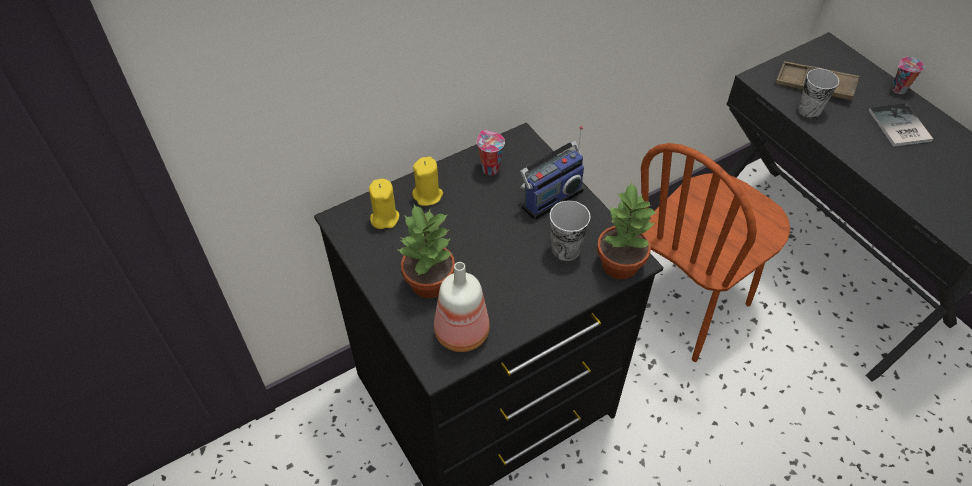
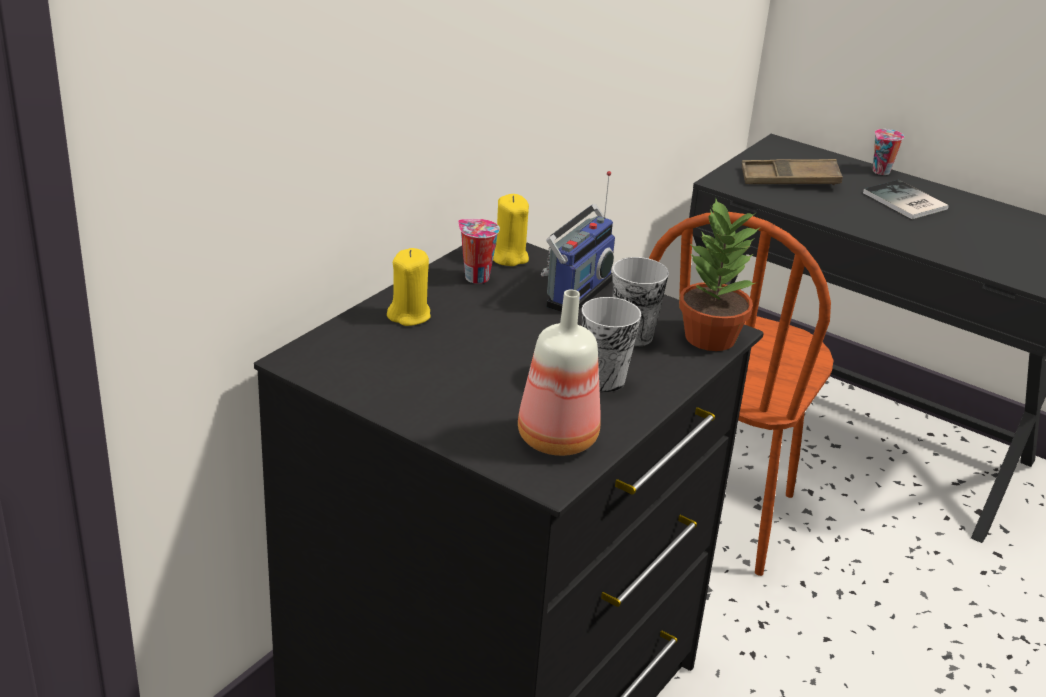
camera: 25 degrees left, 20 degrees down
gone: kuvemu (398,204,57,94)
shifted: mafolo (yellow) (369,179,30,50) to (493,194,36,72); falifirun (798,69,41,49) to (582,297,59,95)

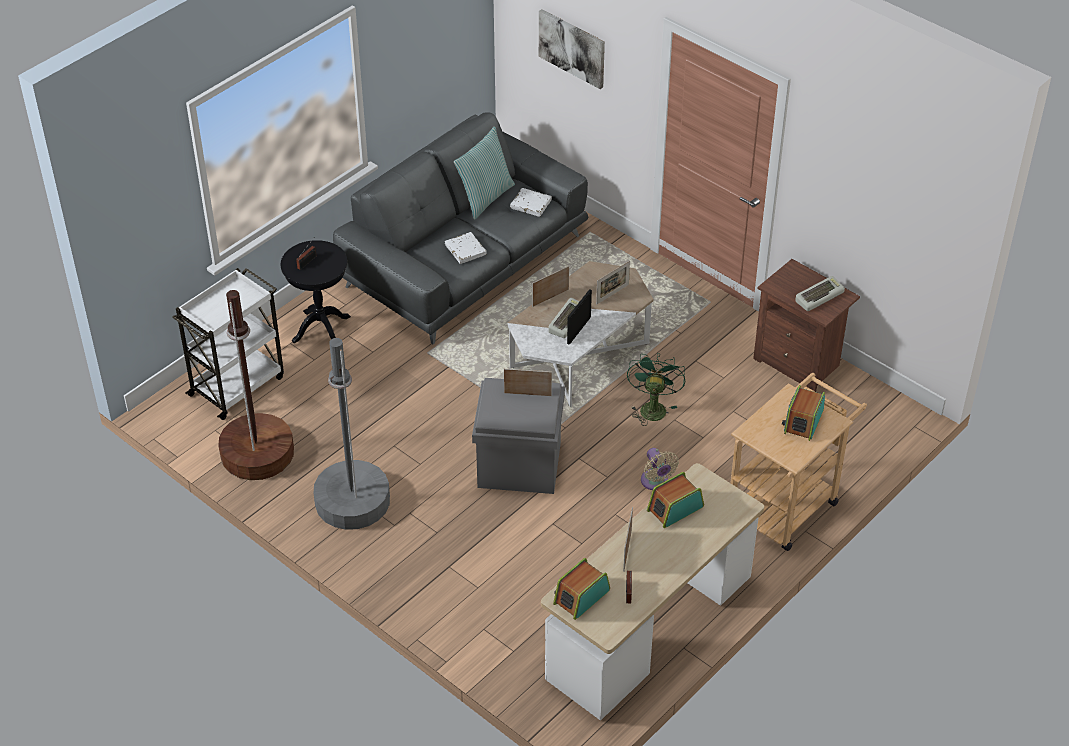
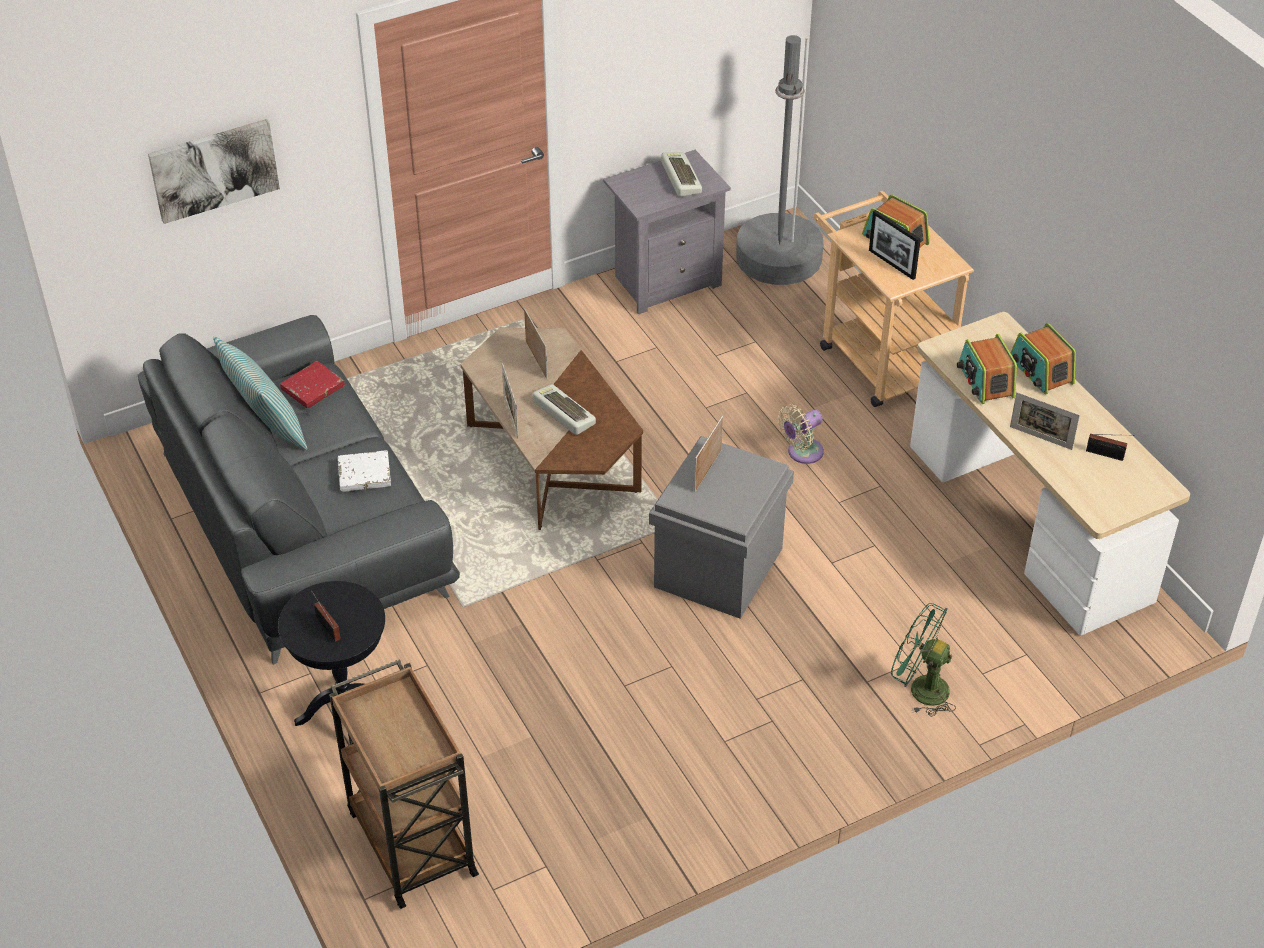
camera: 70 degrees left, 0 degrees up
gone: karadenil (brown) (218,290,76,190)
shifted: karadenil (grey) (314,338,76,192) to (736,35,88,250); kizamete (553,558,57,62) to (1011,323,65,72); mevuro (567,289,25,56) to (869,210,52,70); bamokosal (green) (627,353,58,73) to (891,603,65,114)
repainted: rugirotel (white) (172,268,112,152) to rugirotel (brown) (329,659,150,250); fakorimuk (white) (507,261,146,146) to fakorimuk (brown) (461,328,182,202); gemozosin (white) (510,188,42,29) to gemozosin (red) (280,361,65,47); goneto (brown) (753,259,107,133) to goneto (grey) (603,150,128,164)
rotated: bamokosal (beige) (641,448,38,42) = (778,404,46,60) 150 degrees clockwise

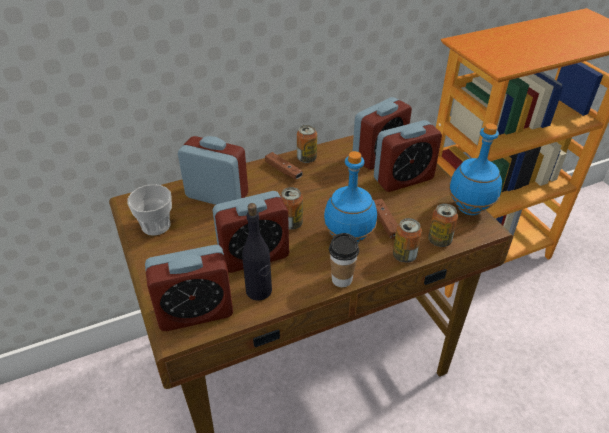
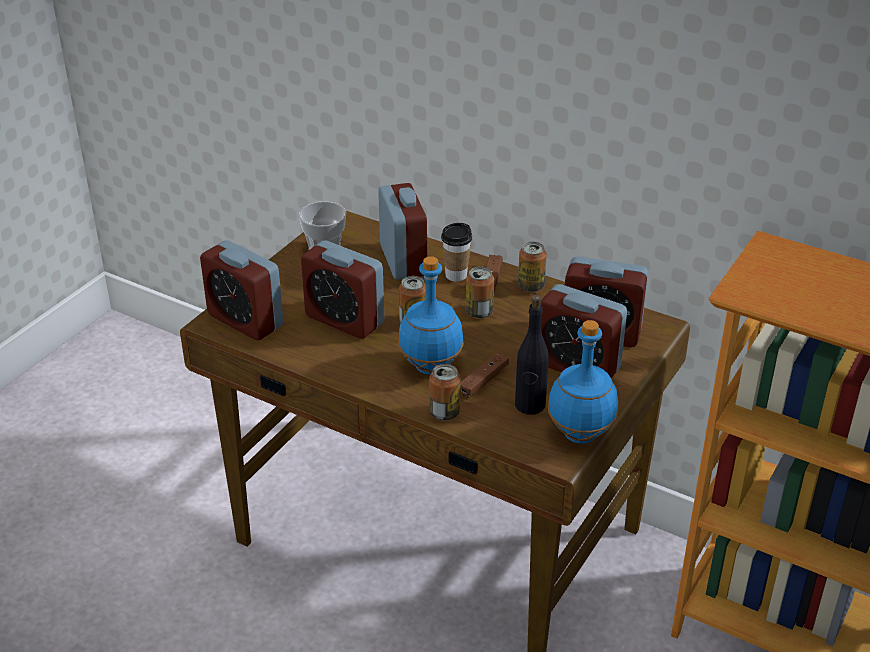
camera: 55 degrees right, 5 degrees down
shifted: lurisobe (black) (242,203,30,98) to (515,295,34,120); falifirun (329,233,30,54) to (441,223,31,59); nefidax (428,204,30,43) to (465,266,29,53)

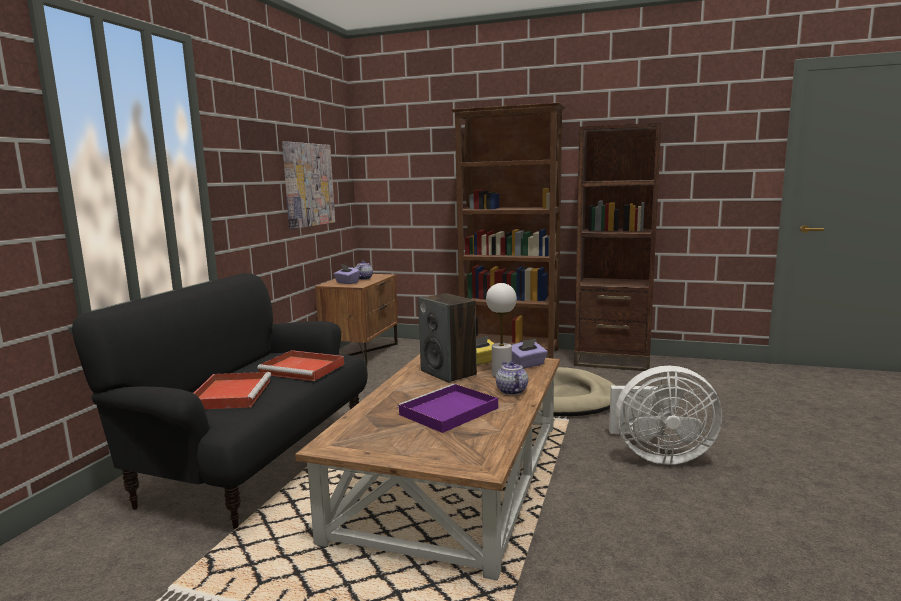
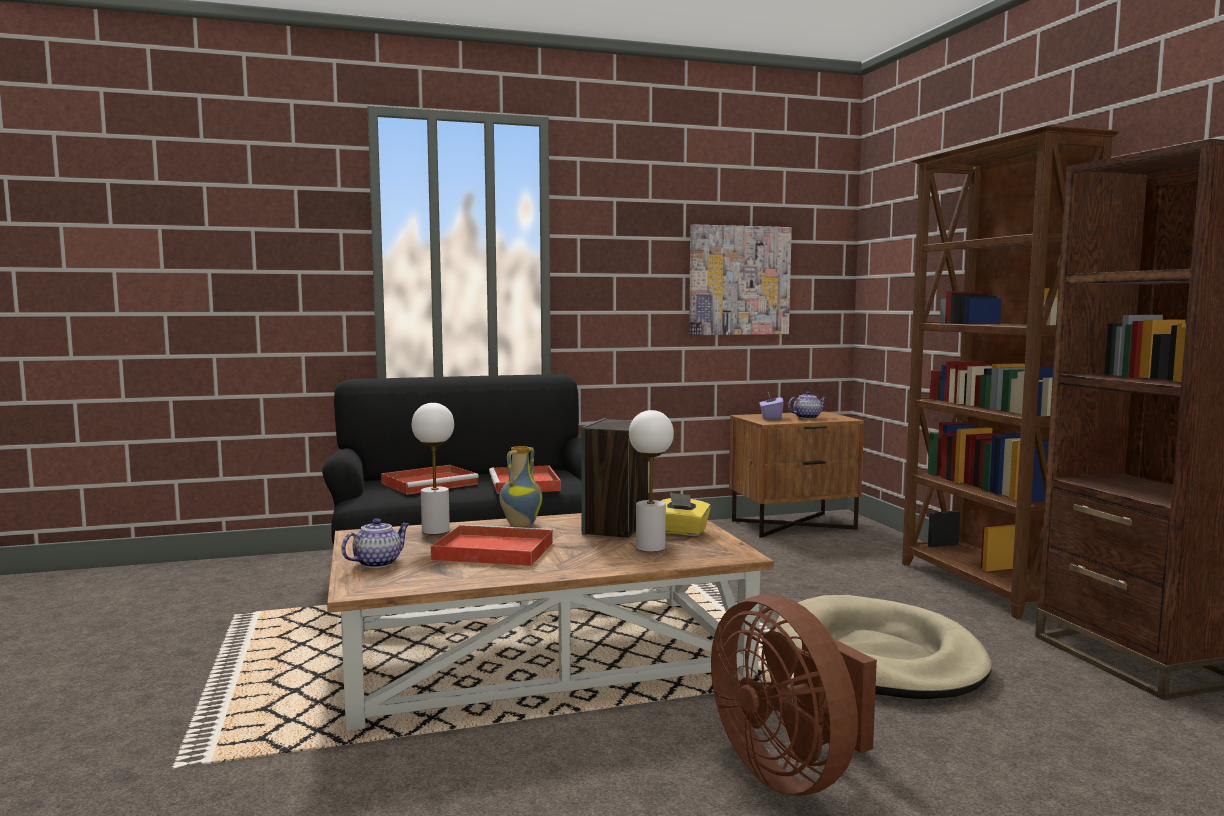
camera: 55 degrees right, 5 degrees down
gone: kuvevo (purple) (512,339,36,30)
new: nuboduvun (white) (412,403,42,131); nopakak (499,446,44,81)
shifted: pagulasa (496,361,32,34) to (341,518,68,50)
repainted: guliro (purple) (397,384,101,49) to guliro (red) (431,525,122,41); bamokosal (white) (609,366,113,99) to bamokosal (brown) (711,595,166,200)

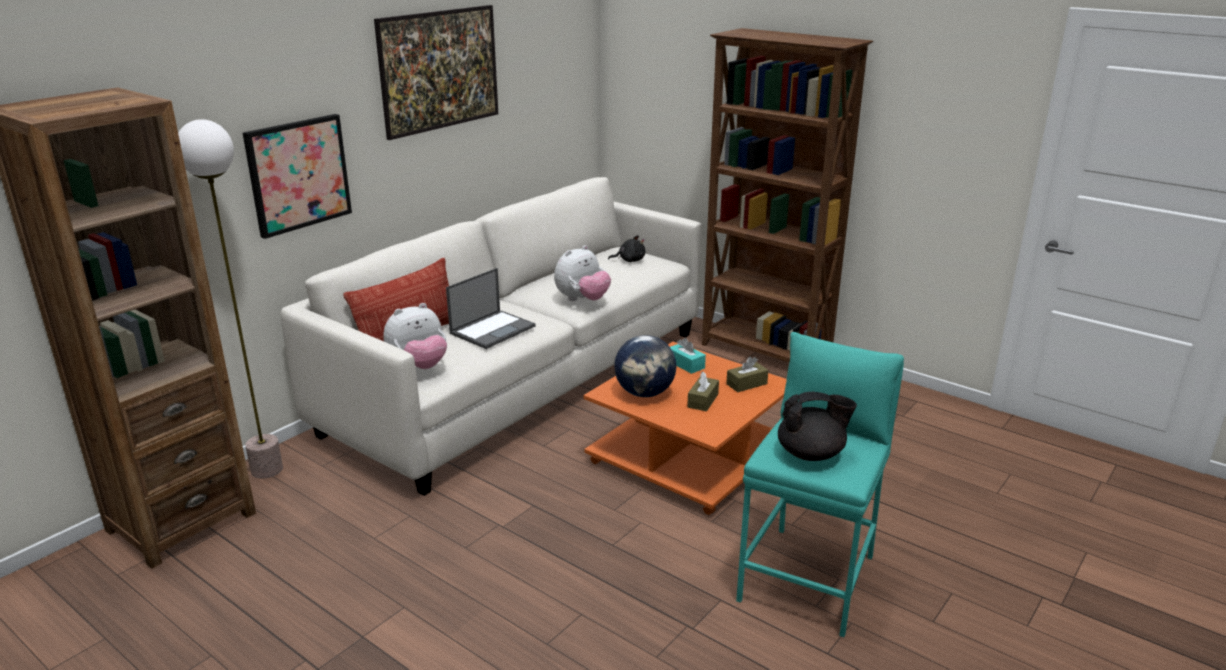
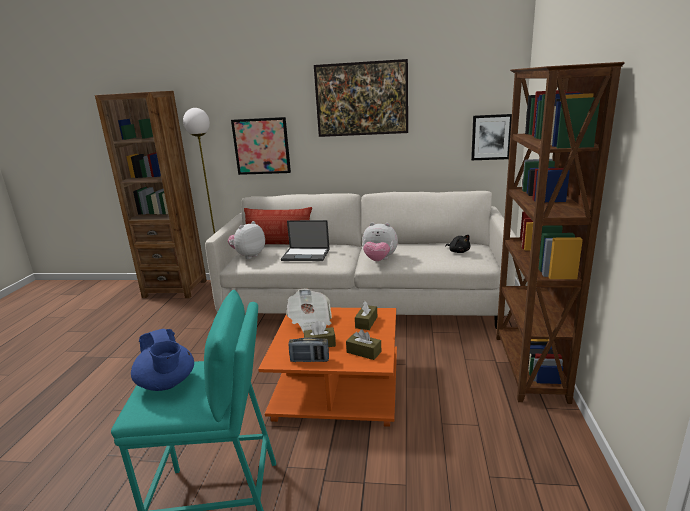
camera: 60 degrees right, 5 degrees down
new: kizamete (289,337,40,25); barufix (471,114,41,46)
swapped: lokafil (614,335,63,62) to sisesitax (286,288,46,45)
repainted: kuvevo (turquoise) (670,338,36,36) to kuvevo (brown) (355,301,22,29); pagulasa (black) (778,392,79,69) to pagulasa (blue) (131,329,63,62)
rotated: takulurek (383,303,64,66) = (228,221,37,38) 105 degrees clockwise

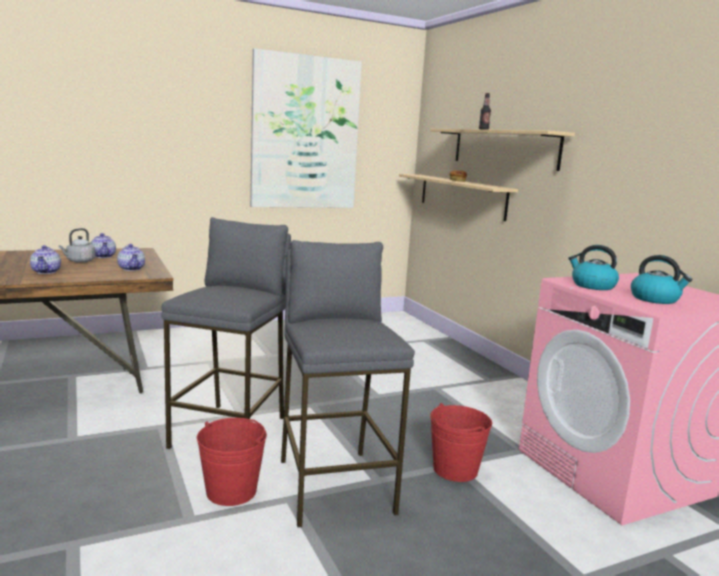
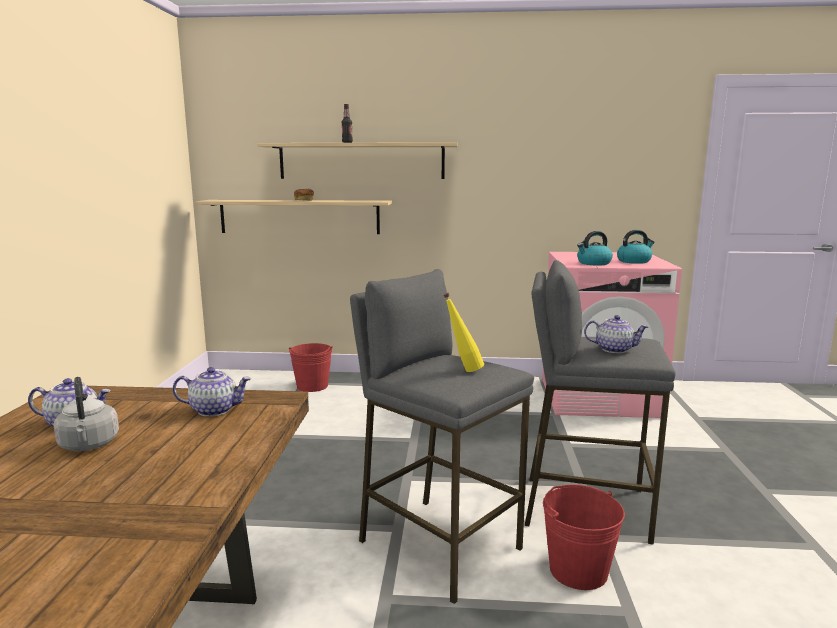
camera: 60 degrees left, 0 degrees up
gone: barufix (250,48,112,160)
new: lurisobe (yellow) (444,293,40,79)
shifted: pagulasa (30,245,31,29) to (584,315,65,38); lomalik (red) (430,403,62,79) to (289,343,44,49)

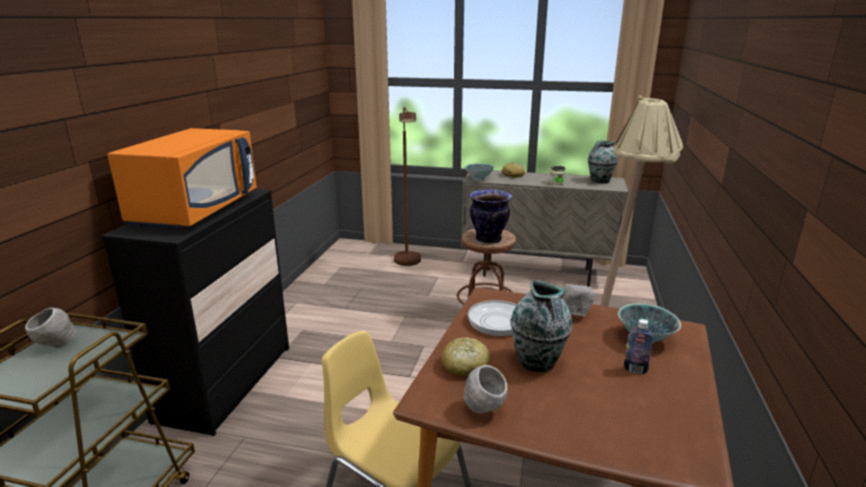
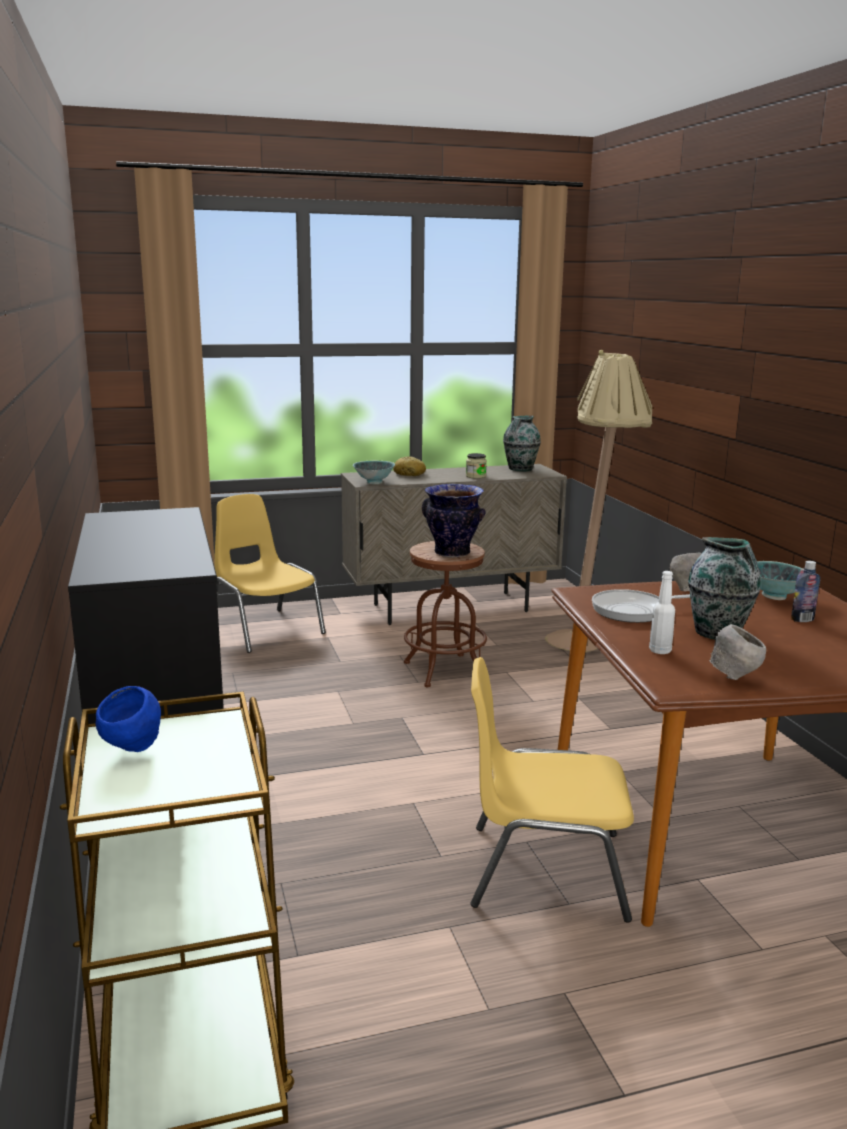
camera: 30 degrees left, 5 degrees down
gone: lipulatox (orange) (108,128,149,101)
swapped: karadenil (brown) (394,107,27,159) to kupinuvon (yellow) (214,494,112,159); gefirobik (441,337,49,40) to lurisobe (white) (649,571,26,83)
repainted: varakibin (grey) (25,308,51,40) to varakibin (blue) (96,686,65,67)

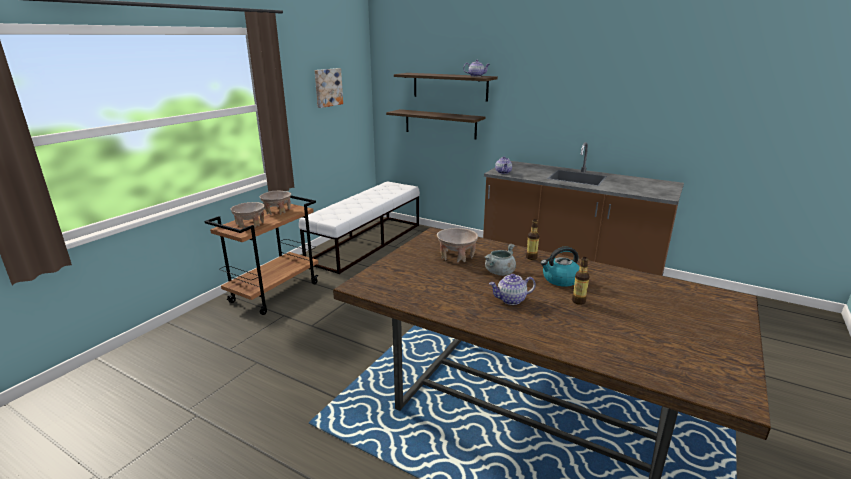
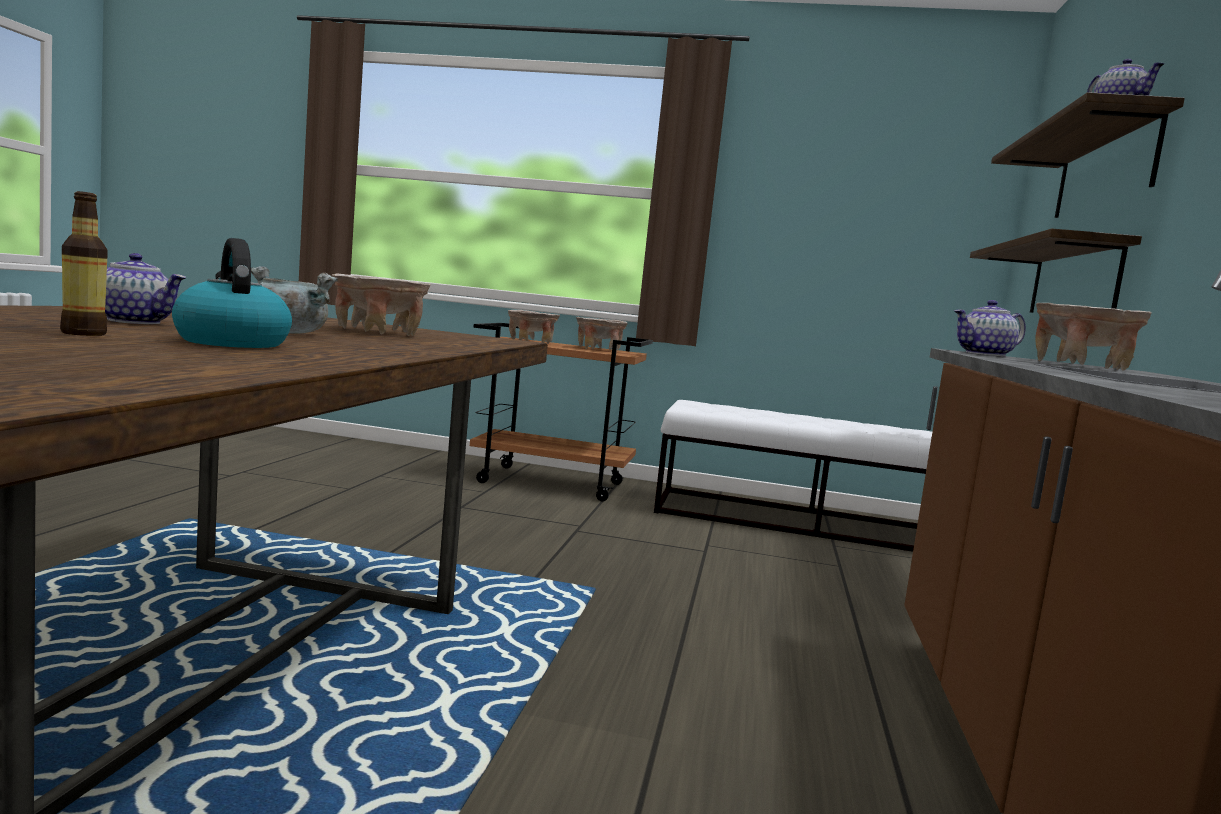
camera: 70 degrees right, 15 degrees down
gone: barufix (315,68,28,40); lurisobe (526,219,13,41)
new: varakibin (beige) (1035,303,116,68)
rotated: pagulasa (489,274,47,31) = (105,253,81,71) 135 degrees clockwise

